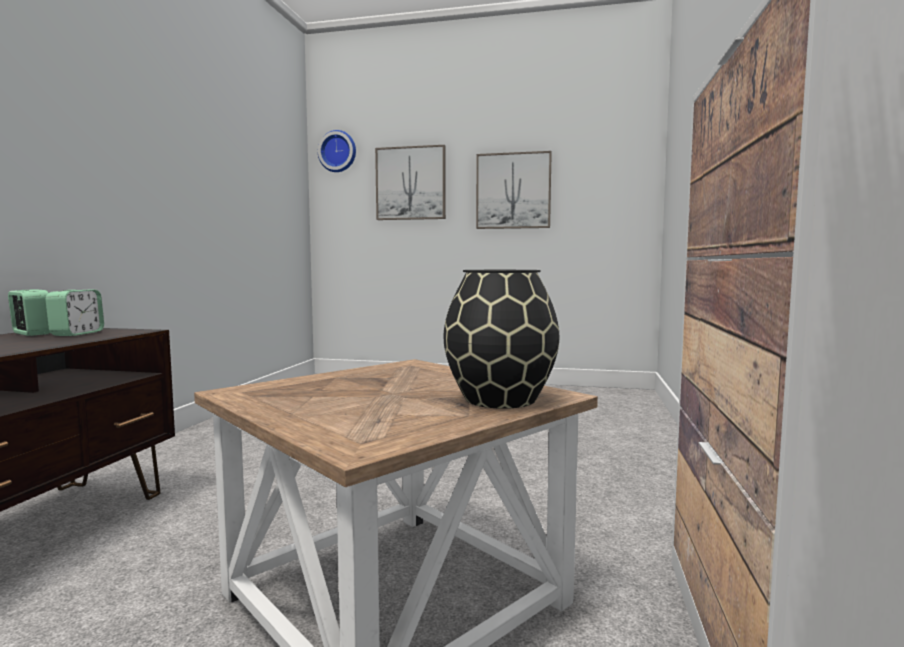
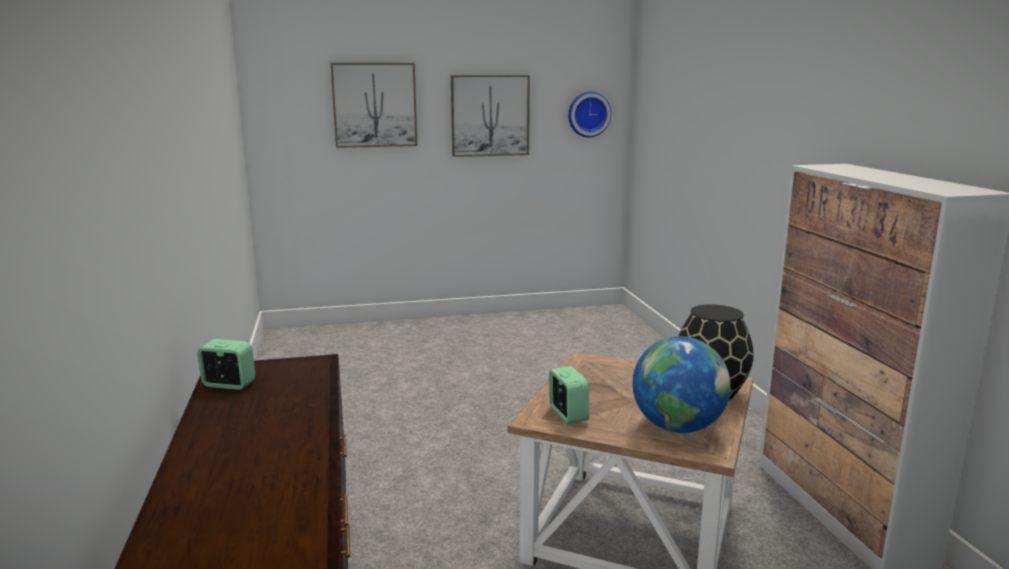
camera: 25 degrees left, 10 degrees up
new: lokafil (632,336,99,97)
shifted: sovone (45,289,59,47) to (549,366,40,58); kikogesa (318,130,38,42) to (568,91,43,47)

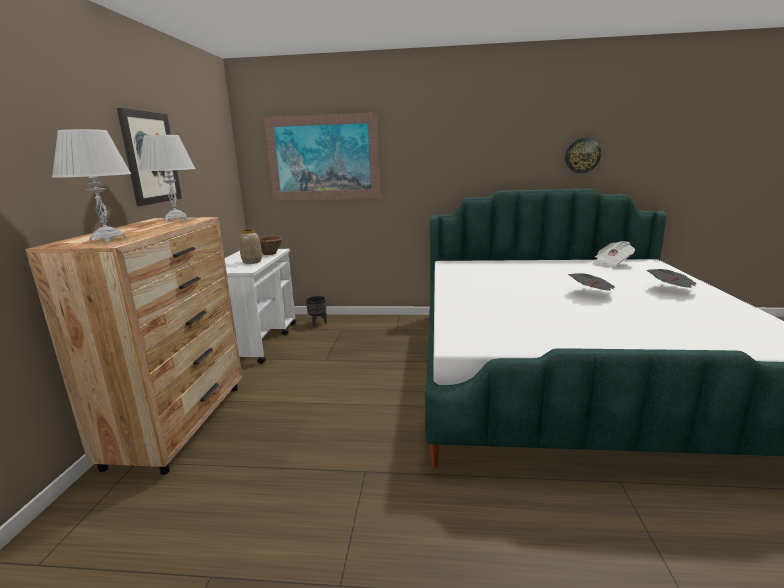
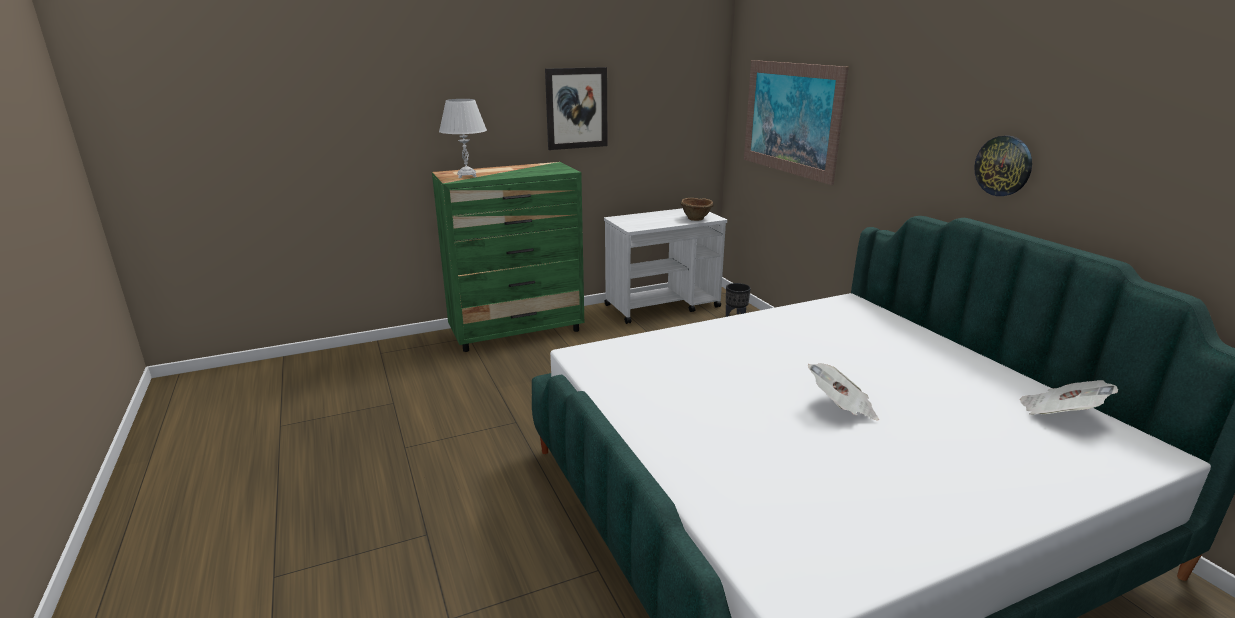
camera: 60 degrees right, 5 degrees up
gone: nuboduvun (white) (139,135,56,87); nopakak (239,229,23,35); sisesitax (647,269,50,19)
shifted: kikogesa (565,138,36,35) to (974,136,58,60)
repainted: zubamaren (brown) (25,217,217,258) to zubamaren (green) (432,162,152,190)

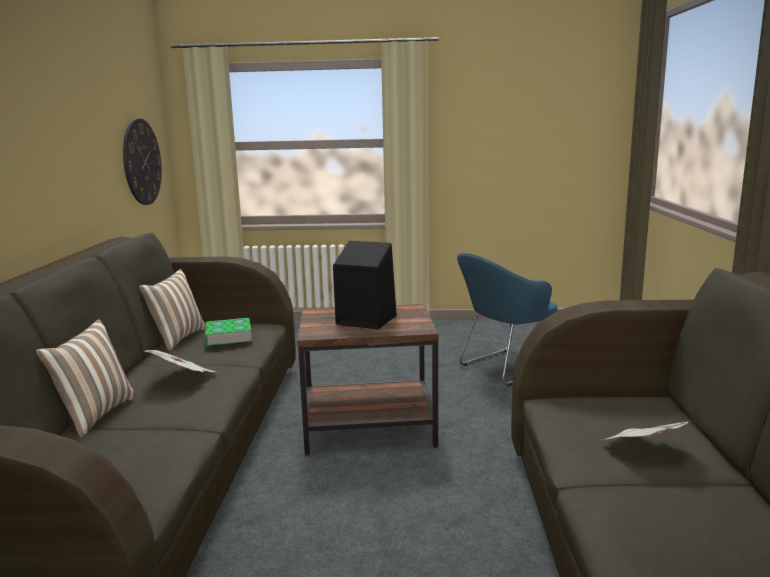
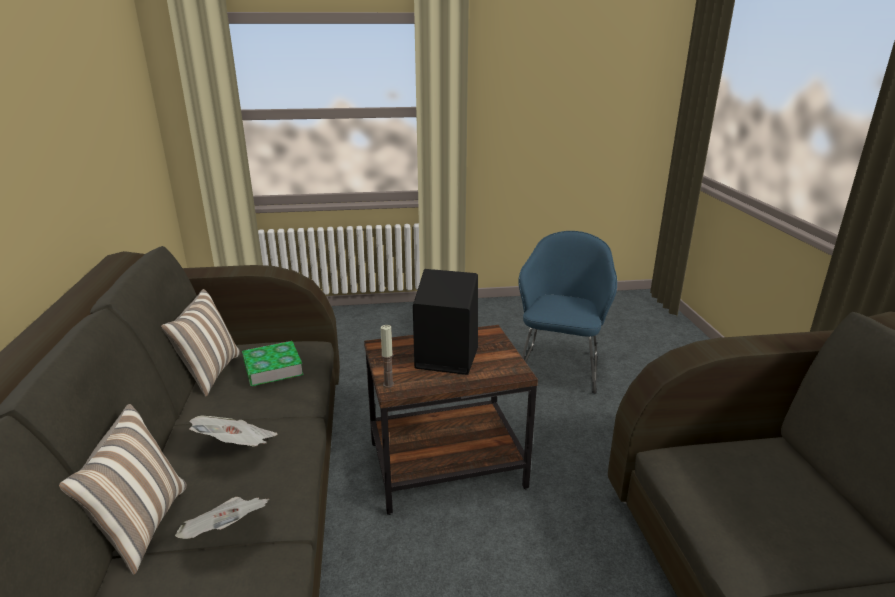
camera: 10 degrees left, 10 degrees up
gone: kikogesa (123,119,39,86)
new: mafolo (380,325,14,63)
shifted: sisesitax (601,420,94,20) to (175,496,94,43)
rotated: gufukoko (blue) (457,253,100,133) = (518,231,99,163) 150 degrees clockwise

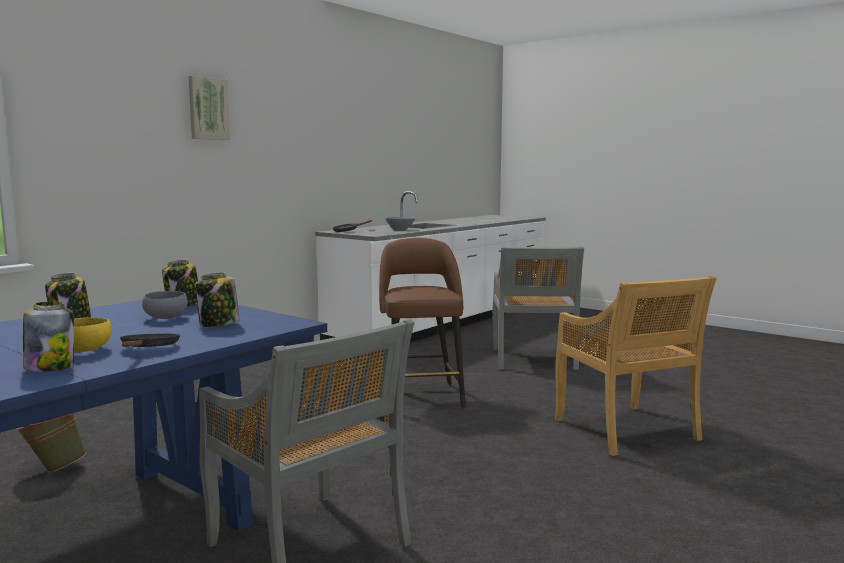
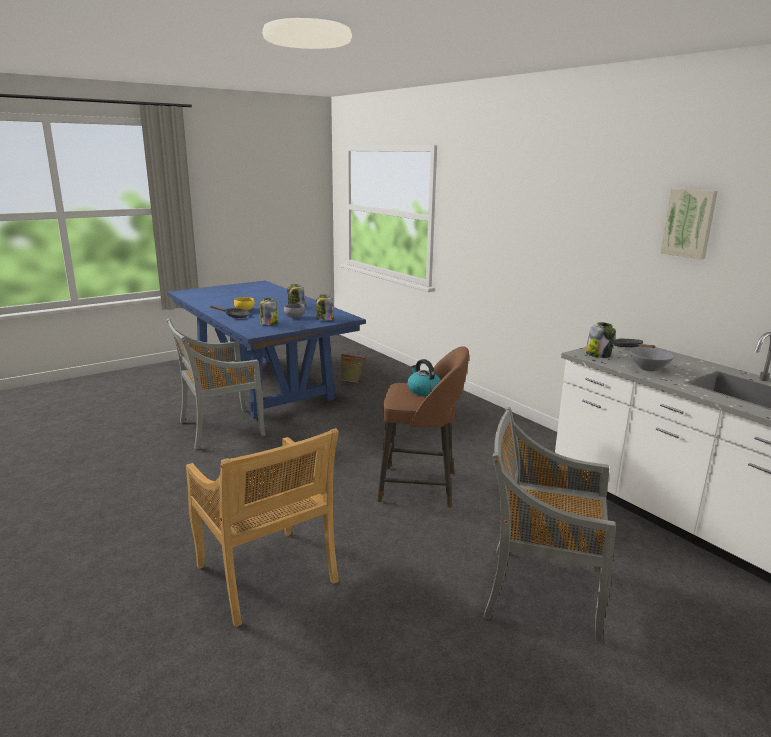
camera: 105 degrees right, 10 degrees up
new: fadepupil (407,359,34,37)
shifted: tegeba (23,302,51,70) to (585,322,31,36); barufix (188,76,42,64) to (661,189,57,70)
rotated: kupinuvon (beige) (555,275,162,181) = (186,428,153,199) 120 degrees counterclockwise

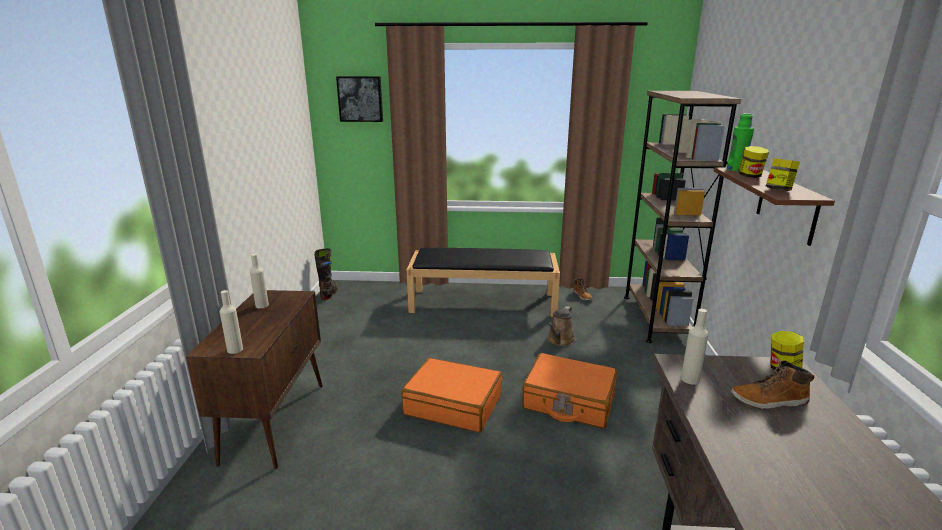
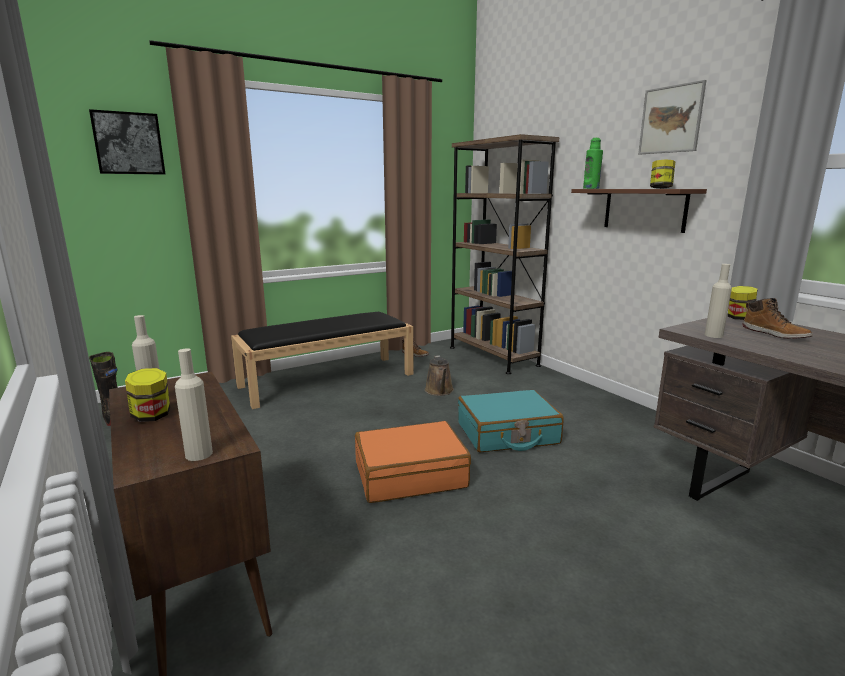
camera: 35 degrees left, 5 degrees down
new: barufix (638,80,69,74)
shifted: tegeba (738,146,31,32) to (125,368,45,54)
repainted: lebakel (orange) (522,353,96,76) to lebakel (turquoise) (458,390,106,62)
rotated: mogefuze (731,361,83,48) = (742,298,71,41) 75 degrees counterclockwise

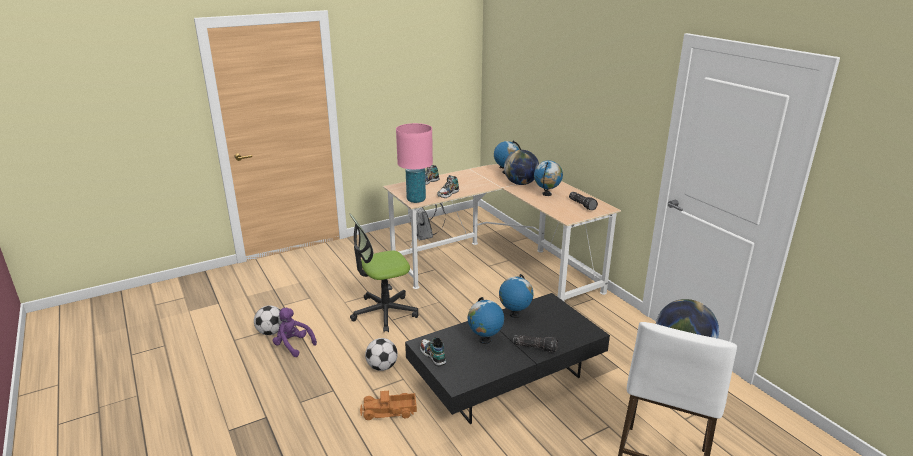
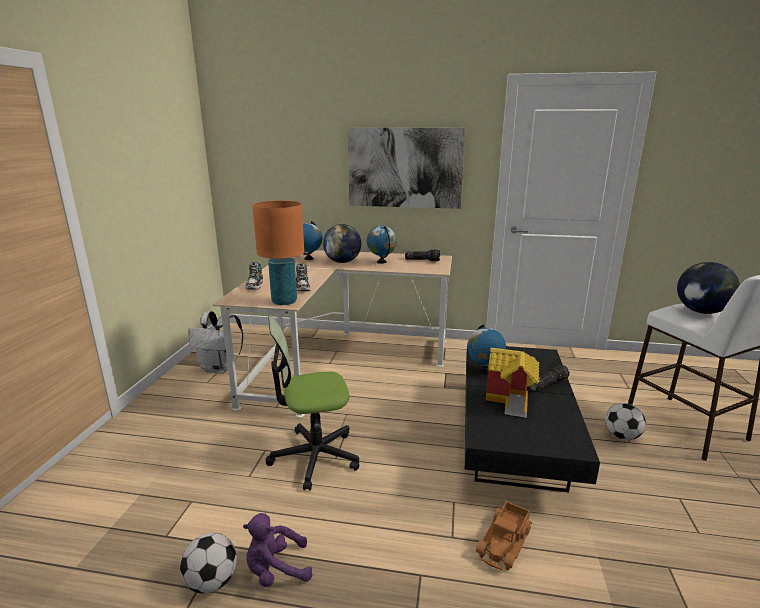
camera: 50 degrees left, 5 degrees down
gone: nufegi (420,337,26,29)
new: barufix (348,128,117,81)
shifted: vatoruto (365,338,33,33) to (605,403,41,37)
swapped: lokafil (468,297,36,47) to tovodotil (486,348,54,70)
repainted: nuboduvun (pink) (396,123,37,80) to nuboduvun (orange) (252,200,52,105)
rotated: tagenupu (350,214,69,119) = (266,316,93,175) 60 degrees clockwise

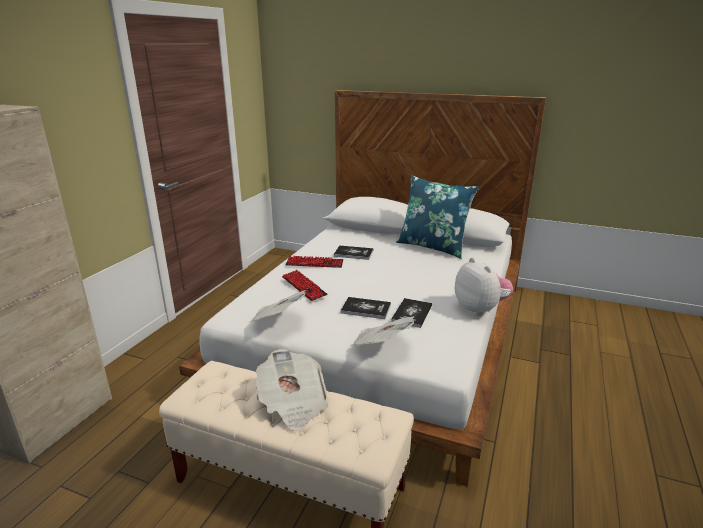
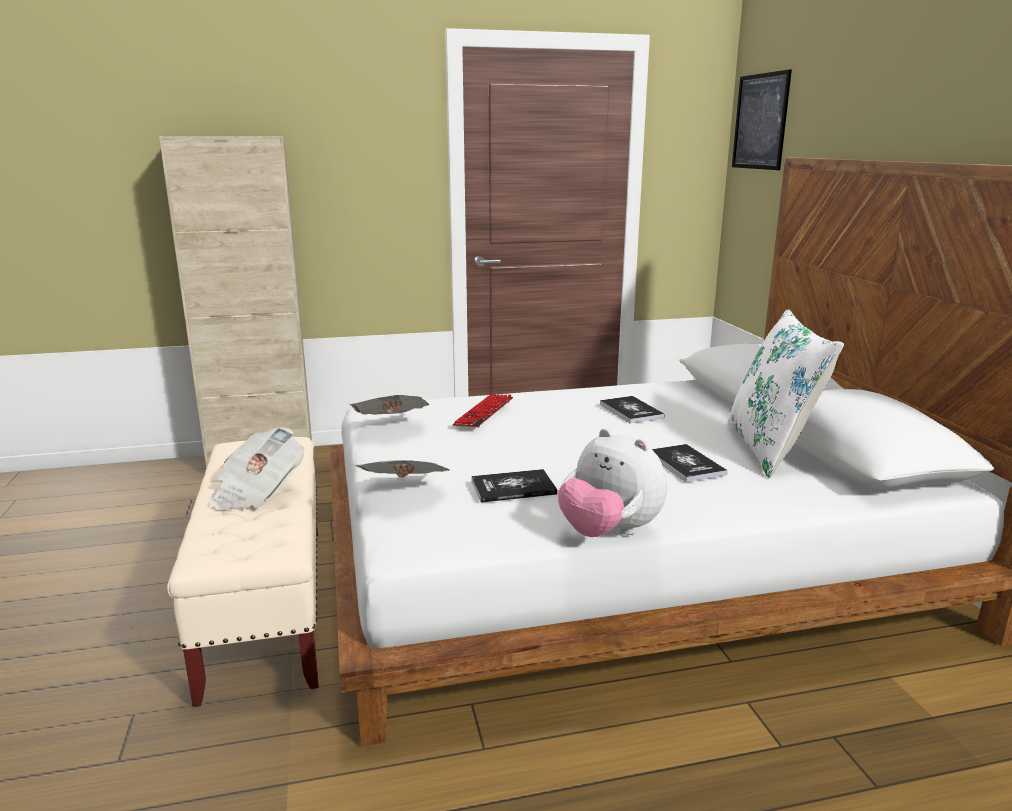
camera: 55 degrees right, 5 degrees down
gone: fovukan (286,256,58,12)
new: barufix (732,69,60,101)
shifted: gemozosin (341,297,50,22) to (652,444,75,38)
repainted: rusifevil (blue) (396,176,83,83) to rusifevil (white) (728,309,116,169)
rotated: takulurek (455,258,58,58) = (558,428,109,109) 105 degrees clockwise

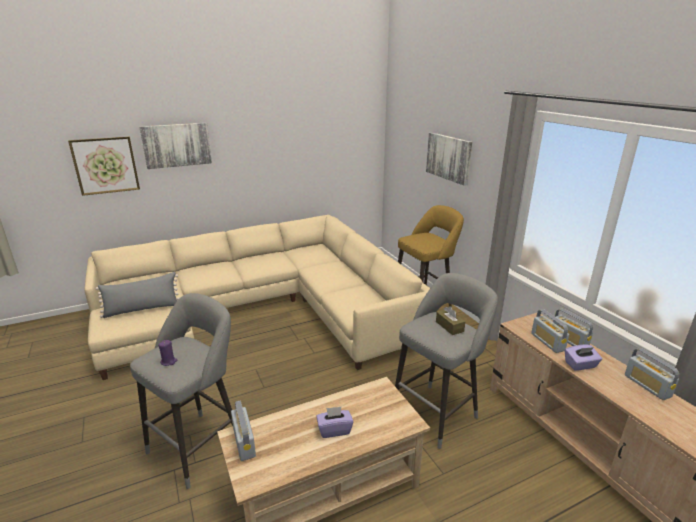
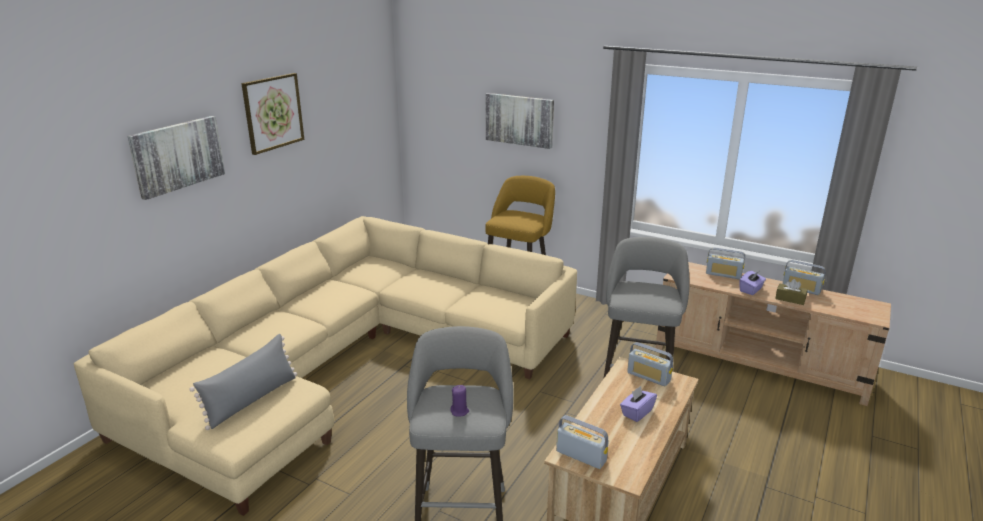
camera: 35 degrees left, 0 degrees up
shifted: barufix (68,136,72,60) to (241,73,63,82); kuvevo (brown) (436,306,29,29) to (775,279,33,26); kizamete (531,309,38,44) to (627,342,46,44)

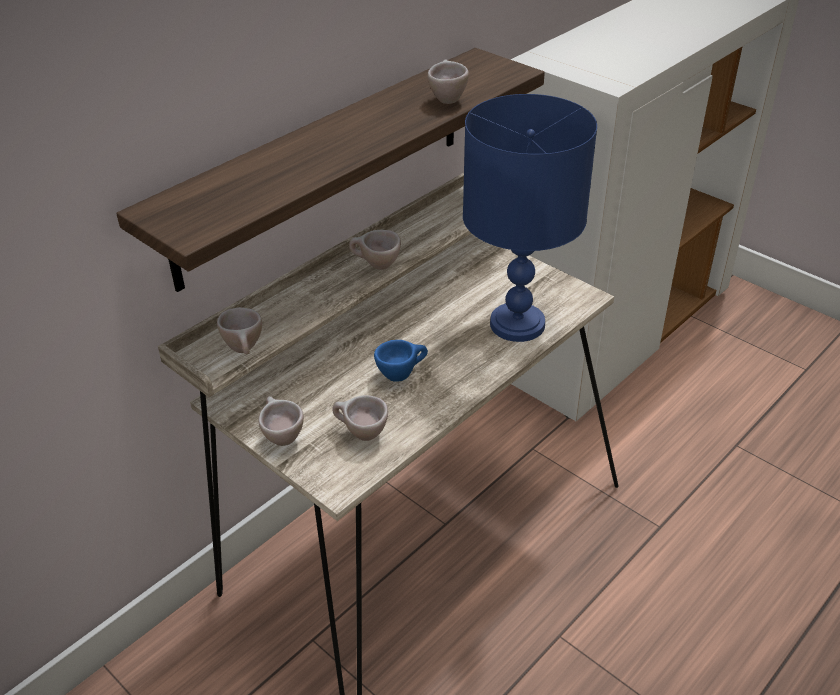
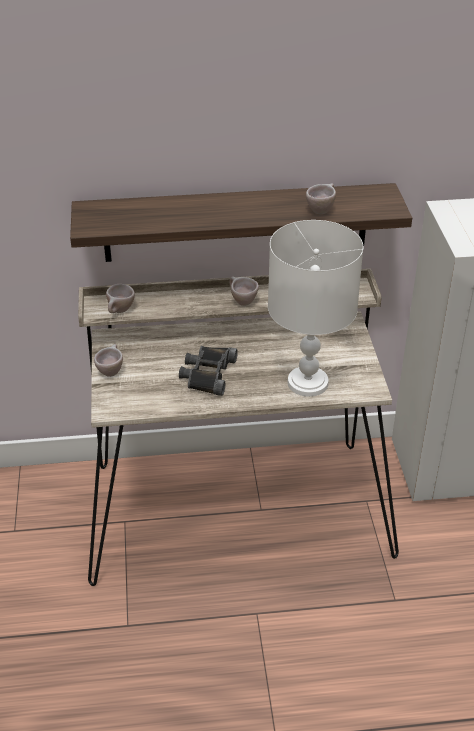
camera: 40 degrees right, 0 degrees up
gone: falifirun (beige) (332,395,56,46)
swapped: falifirun (blue) (374,340,54,42) to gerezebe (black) (179,346,59,50)
repainted: nuboduvun (blue) (463,94,134,248) to nuboduvun (white) (268,220,96,177)

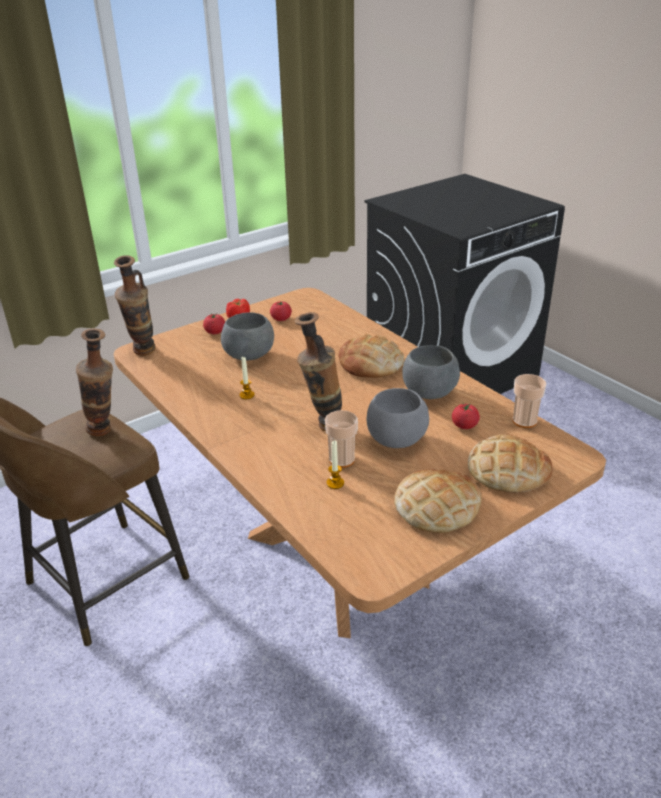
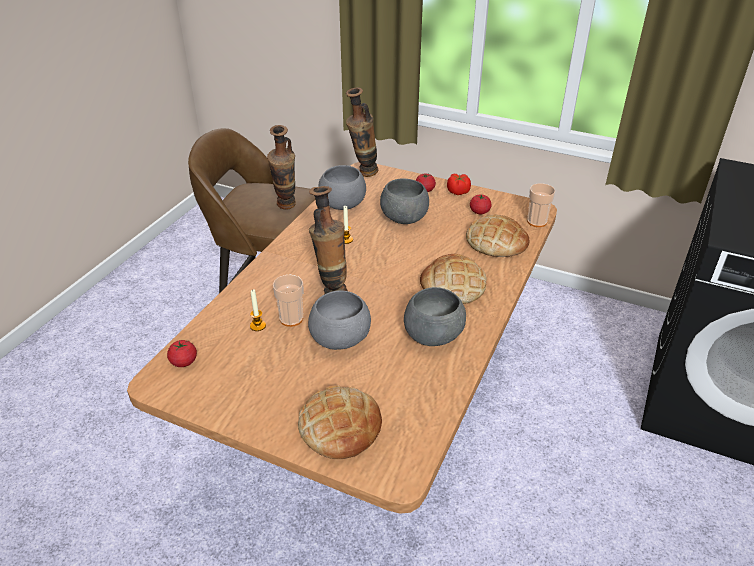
camera: 60 degrees right, 5 degrees up
new: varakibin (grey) (319,165,47,45)
shifted: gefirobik (394,469,88,64) to (466,215,63,42); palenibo (452,403,28,26) to (167,340,30,27); falifirun (512,374,34,54) to (527,183,28,44)

